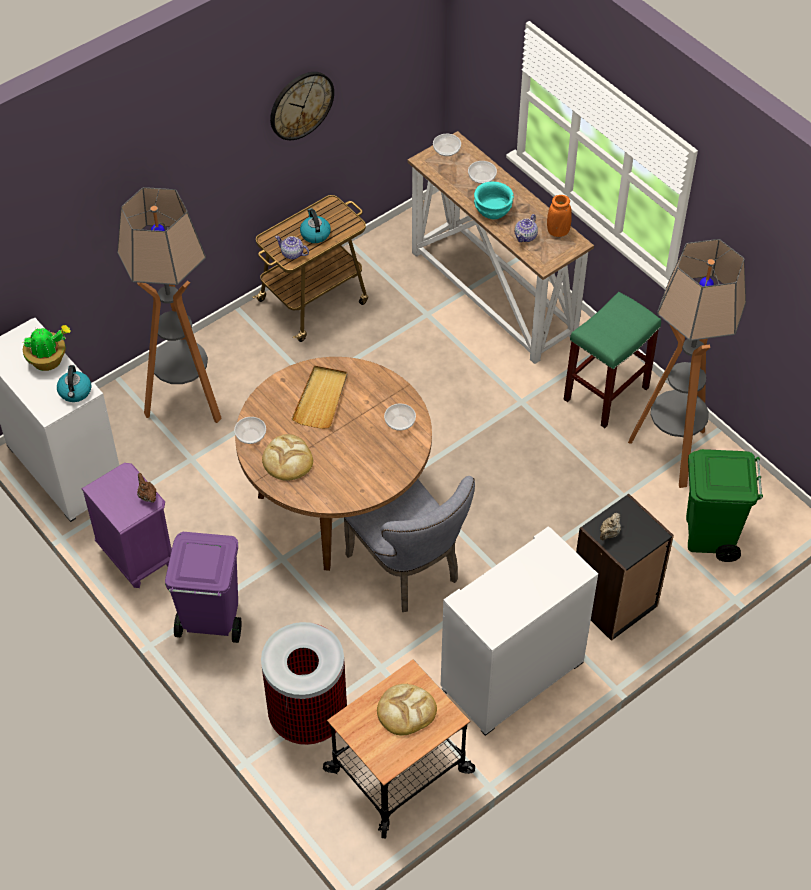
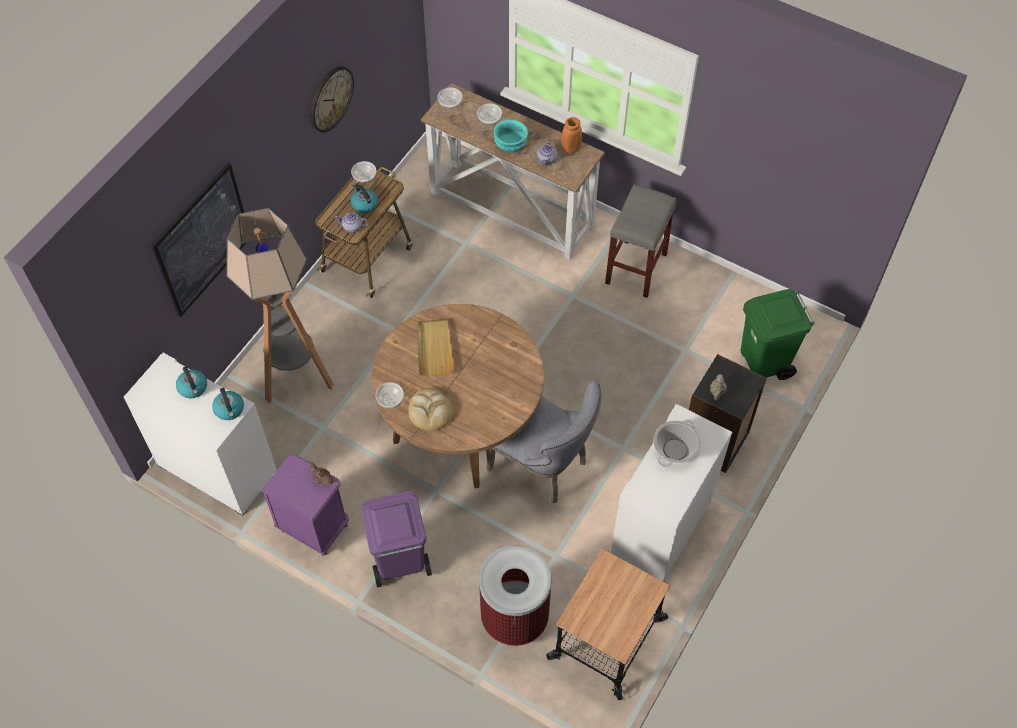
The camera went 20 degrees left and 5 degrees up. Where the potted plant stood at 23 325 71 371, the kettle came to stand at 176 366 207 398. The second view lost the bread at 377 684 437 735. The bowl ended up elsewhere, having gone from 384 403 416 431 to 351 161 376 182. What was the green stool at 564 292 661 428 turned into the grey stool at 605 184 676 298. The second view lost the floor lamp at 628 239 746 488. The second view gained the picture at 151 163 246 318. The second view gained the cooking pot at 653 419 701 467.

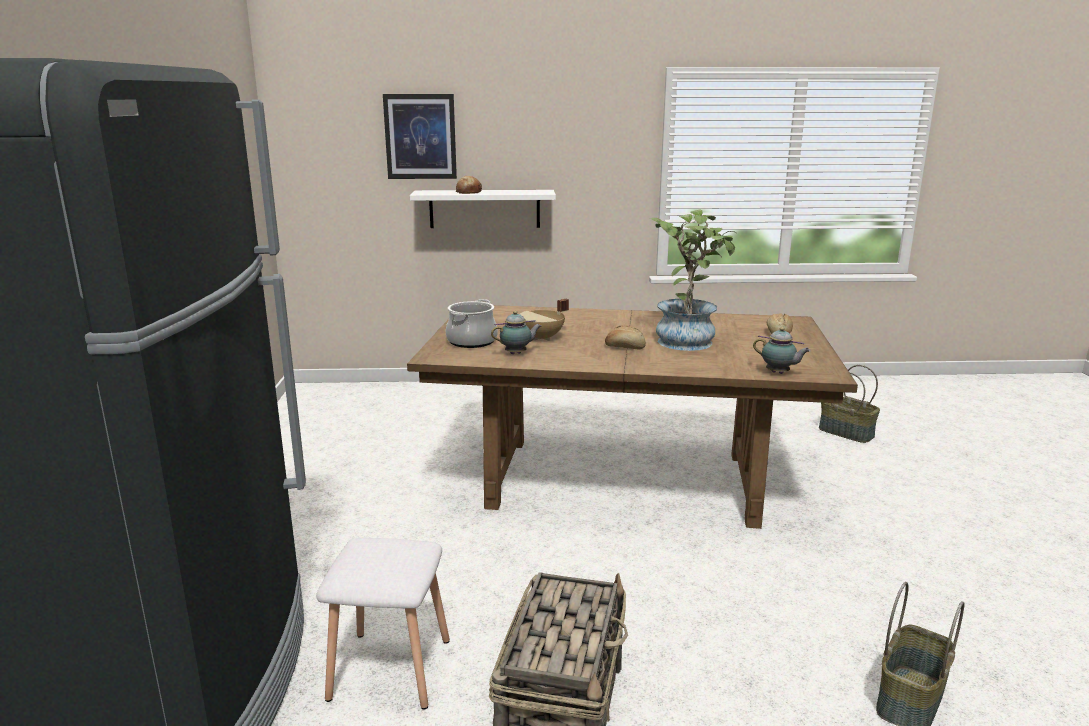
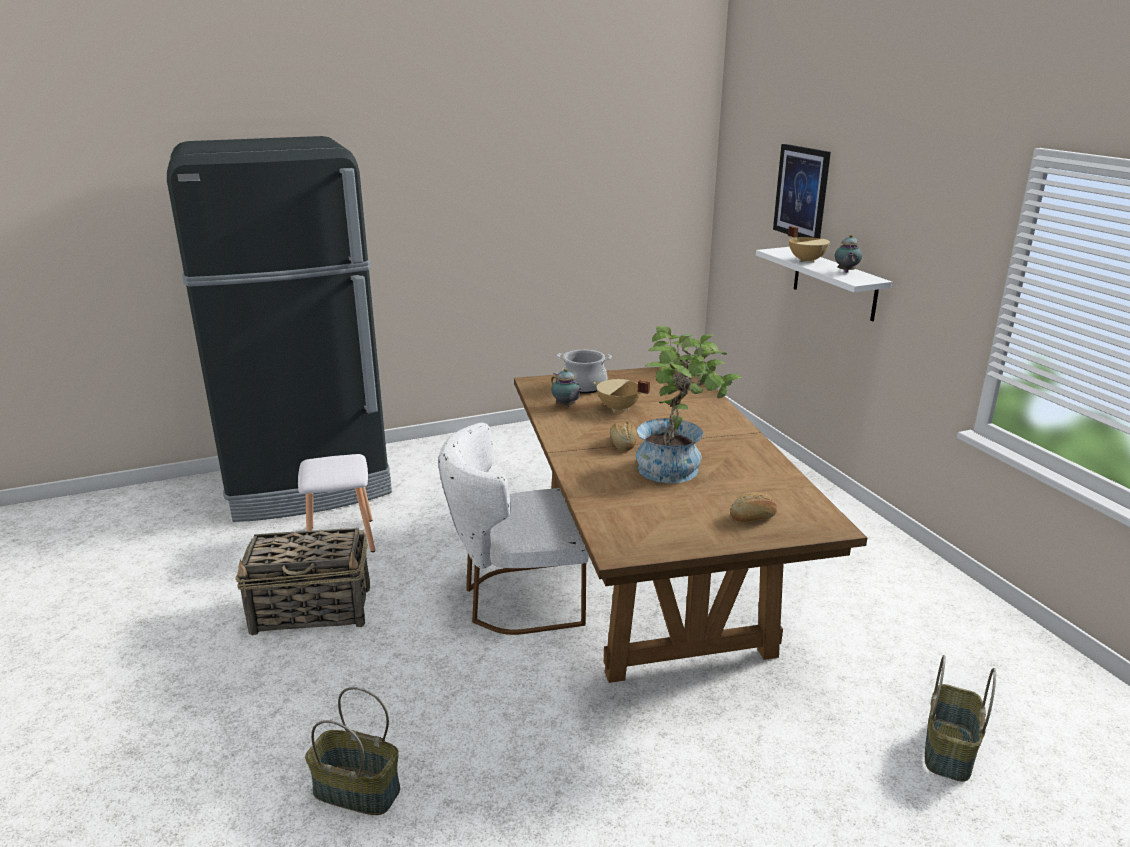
The camera went 70 degrees right and 5 degrees up. Where the bread stood at 456 176 482 194, the beige cooking pot came to stand at 788 226 830 263. The teapot ended up elsewhere, having gone from 753 327 811 374 to 835 235 862 273. The second view gained the white chair at 438 423 589 635.

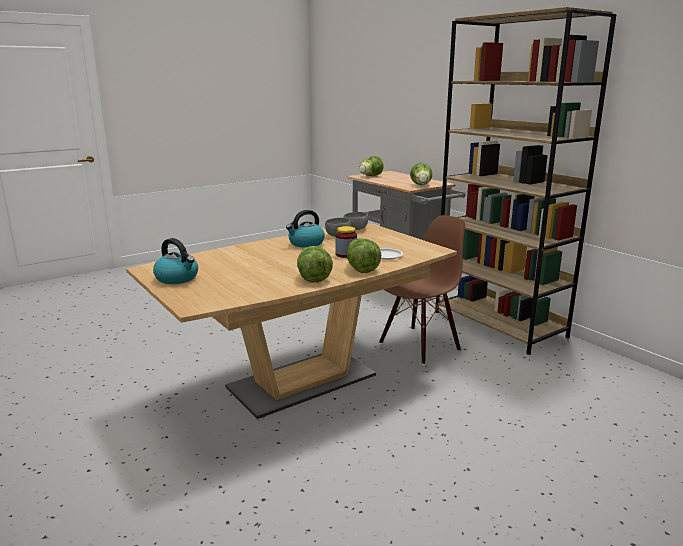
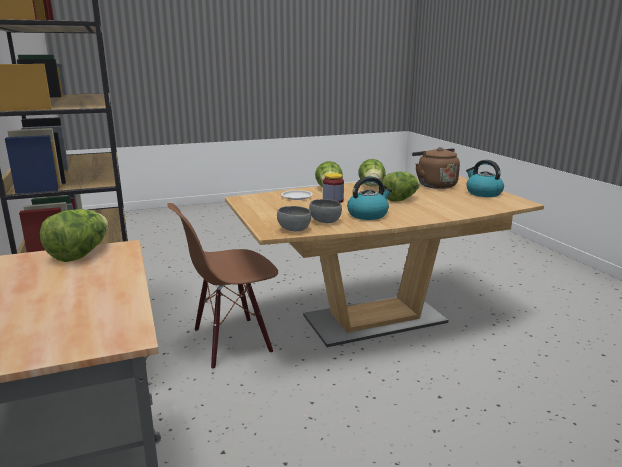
The camera went 165 degrees left and 0 degrees up. The lettuce ended up elsewhere, having gone from 359 156 384 176 to 382 171 420 202. The second view gained the brown kettle at 412 147 460 189.

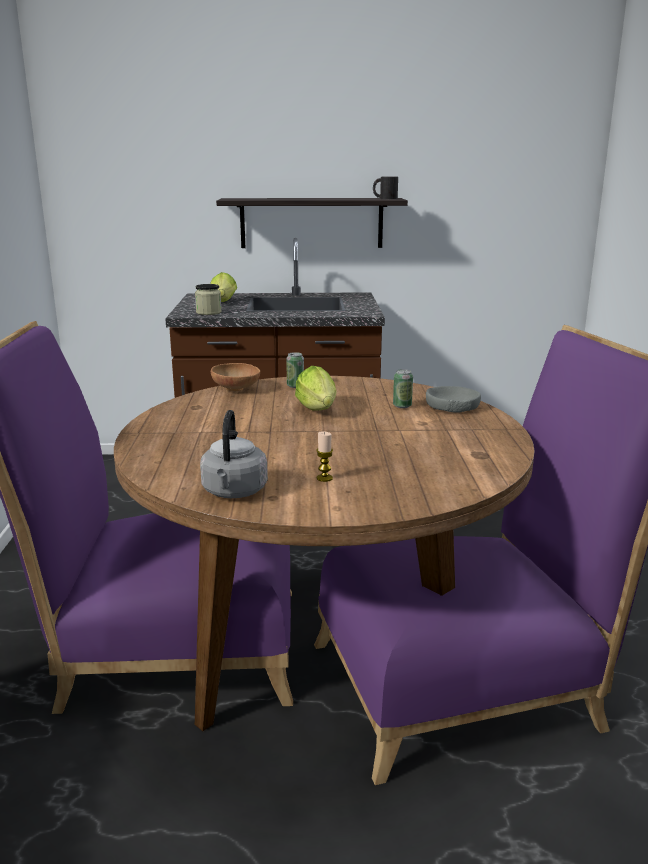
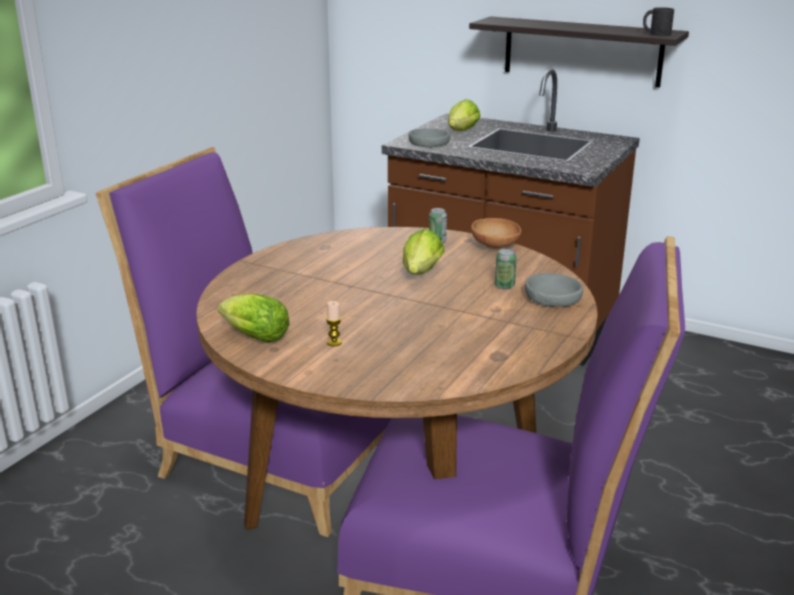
The camera went 30 degrees right and 5 degrees up. Where the jar stood at 195 284 222 315, the grey bowl came to stand at 409 129 450 148. Where the grey kettle stood at 200 410 268 498, the lettuce came to stand at 218 293 289 343. The brown bowl ended up elsewhere, having gone from 211 363 260 391 to 471 218 521 249.

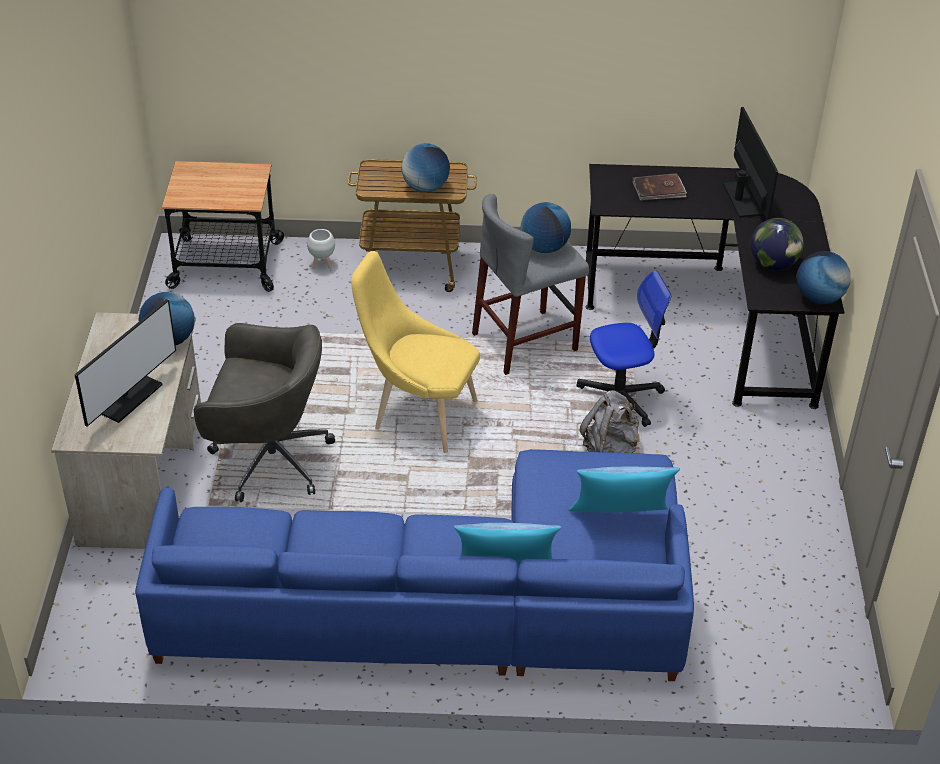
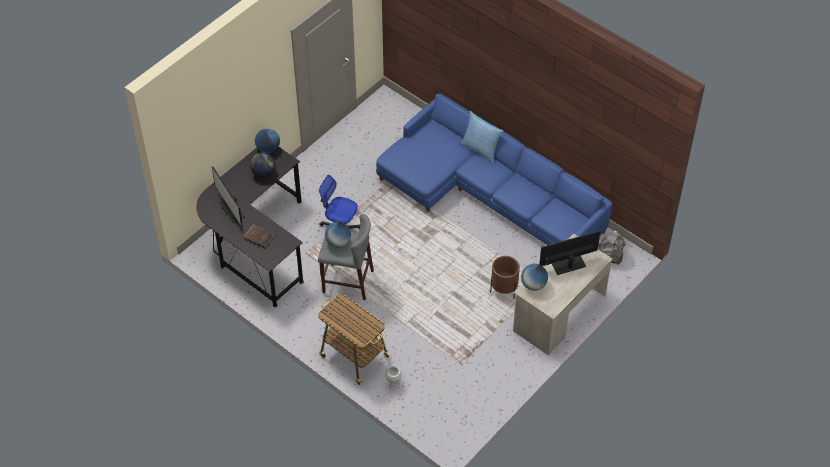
The camera went 140 degrees left and 10 degrees up. The second view lost the cart at 162 161 284 292. Where the grey office chair stood at 194 323 335 502, the brown planter came to stand at 490 256 520 299. The second view lost the yellow chair at 351 251 480 453. The second view lost the globe at 401 143 450 192. The second view lost the pillow at 568 467 680 512. The grey backpack ended up elsewhere, having gone from 580 390 639 453 to 598 231 625 265. The monitor at 723 107 778 220 ended up facing another way, 60 degrees counterclockwise from before.

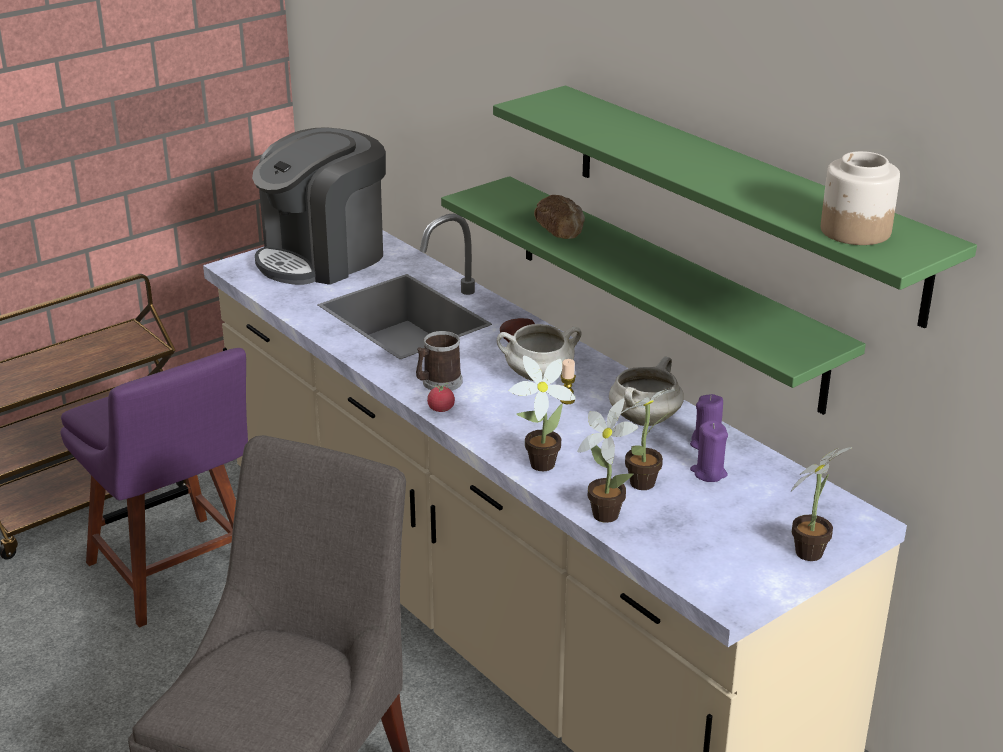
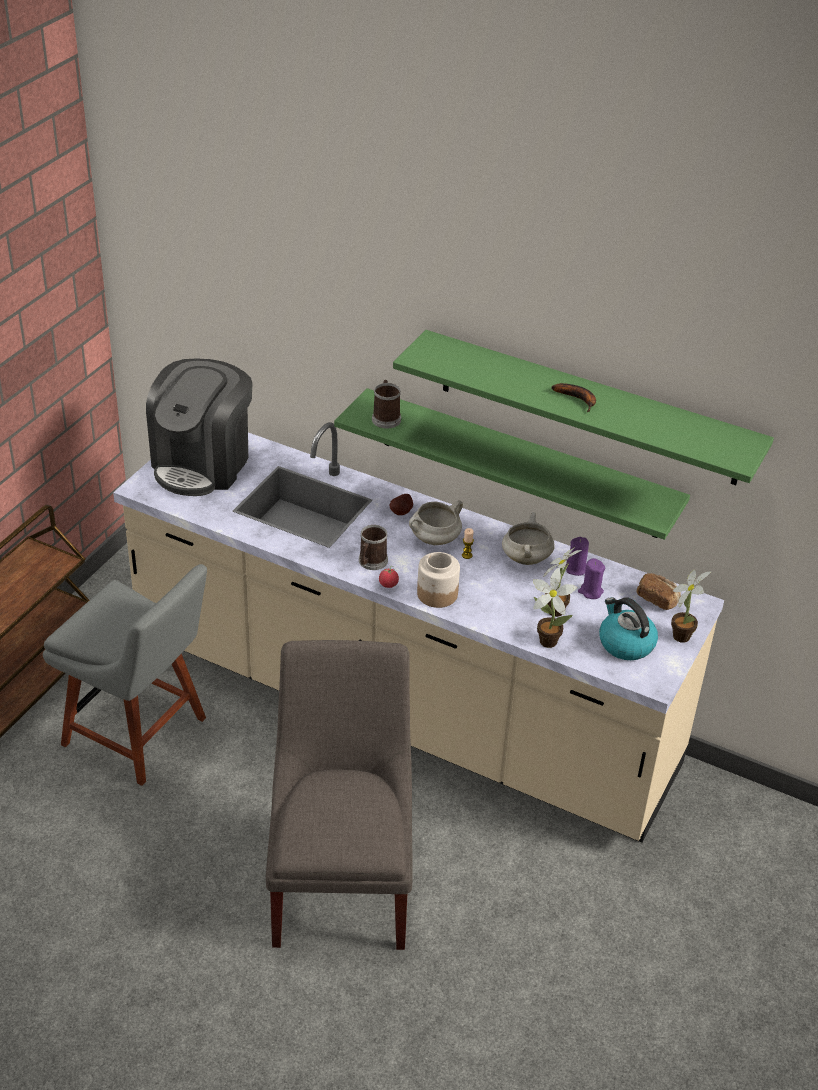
The camera went 25 degrees left and 10 degrees up. What was the purple chair at 61 348 248 628 turned into the grey chair at 43 564 207 786. The second view lost the potted plant at 509 355 576 471. The bread ended up elsewhere, having gone from 534 195 585 239 to 637 573 681 610. The jar ended up elsewhere, having gone from 821 151 900 245 to 417 552 460 608. The second view gained the mug at 372 380 401 428. The second view gained the banana at 551 383 596 412. The second view gained the kettle at 599 597 658 660.

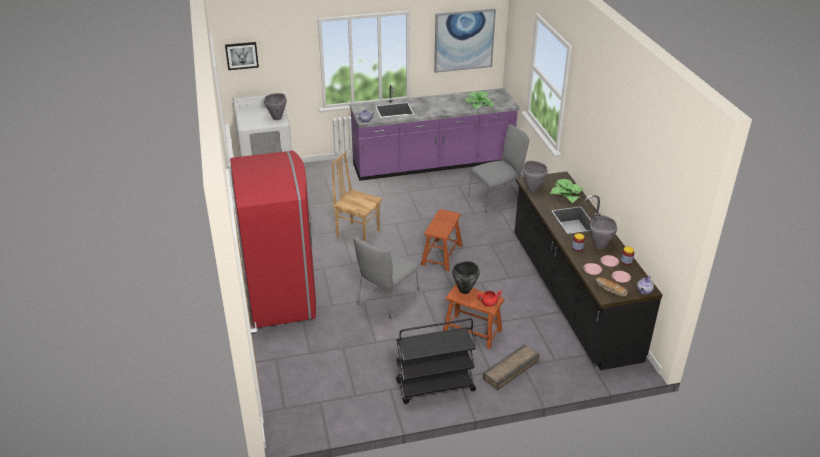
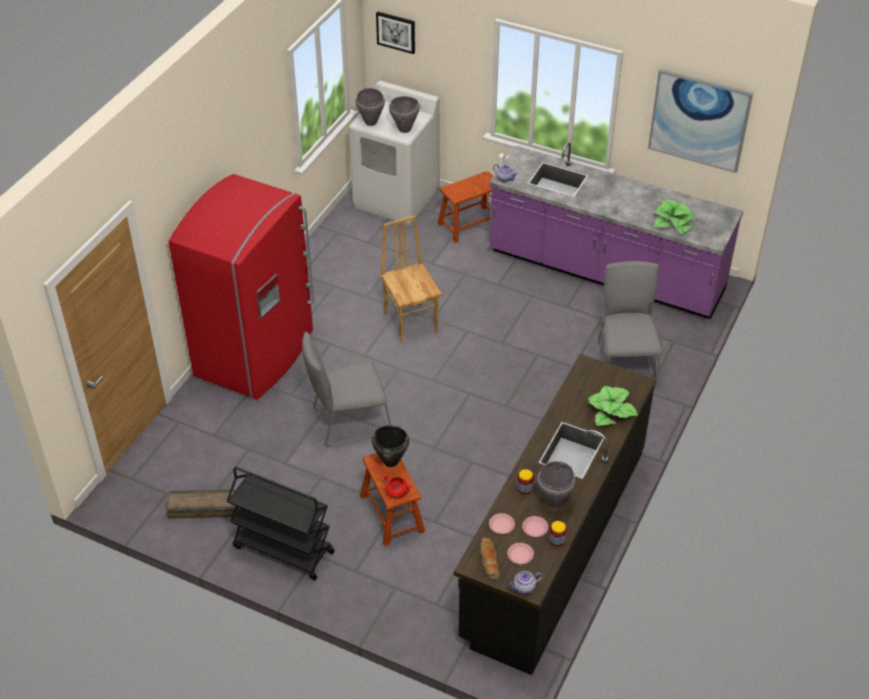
The camera went 40 degrees right and 10 degrees up. The brown stool ended up elsewhere, having gone from 421 209 462 271 to 438 171 493 243. The grey chair at 468 125 529 213 ended up facing another way, 105 degrees counterclockwise from before. The crate ended up elsewhere, having gone from 483 344 540 390 to 167 489 240 519. The grey cooking pot ended up elsewhere, having gone from 522 161 548 191 to 356 88 385 126.

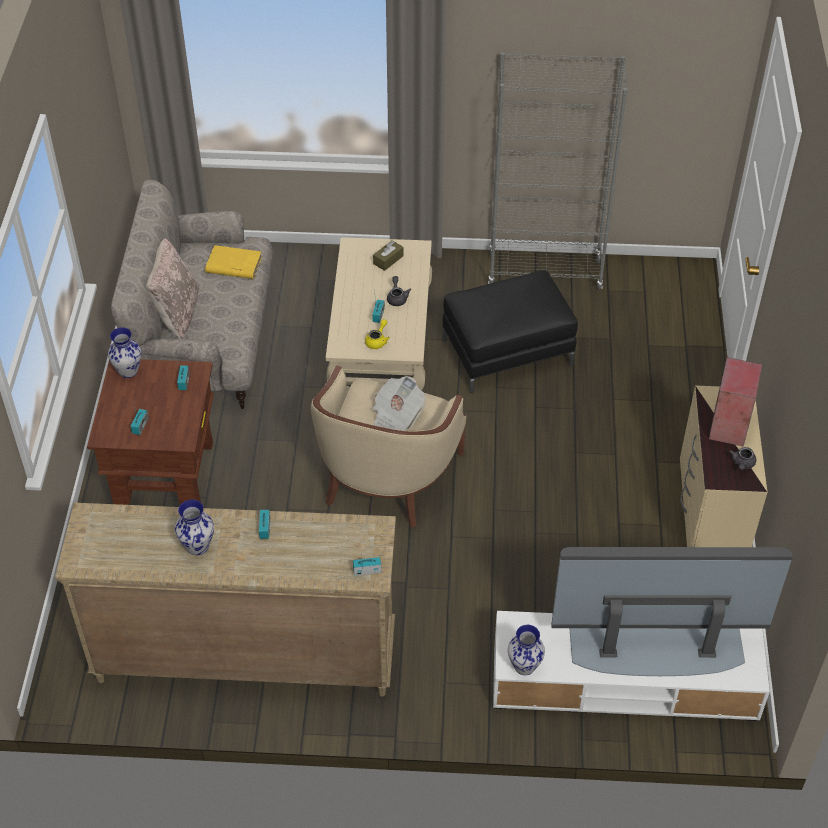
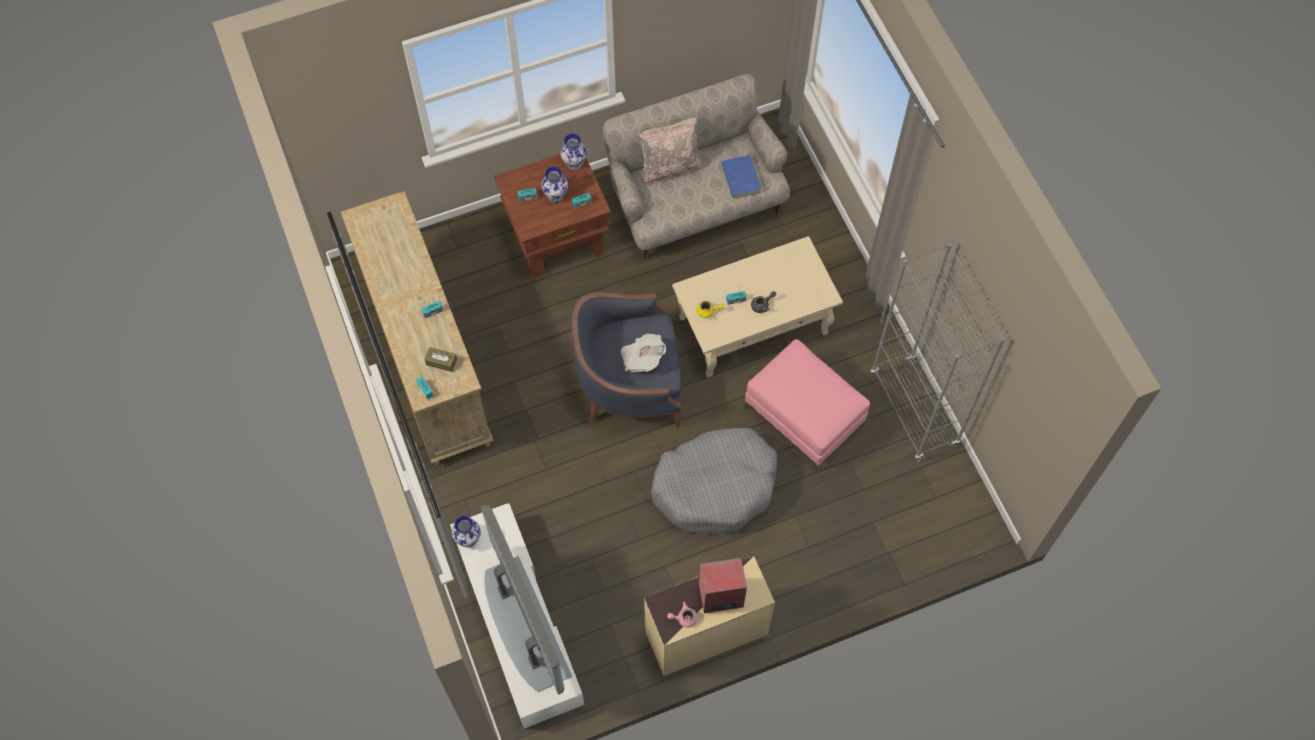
The camera went 65 degrees right and 15 degrees up. The vase ended up elsewhere, having gone from 175 500 214 555 to 541 166 568 203. What was the yellow book at 205 245 262 279 turned into the blue book at 722 155 762 199. What was the beige armchair at 311 366 466 528 turned into the blue armchair at 571 292 682 427. The brown tissue box ended up elsewhere, having gone from 373 240 404 271 to 424 347 457 372. What was the black ottoman at 442 270 578 393 turned into the pink ottoman at 744 339 870 472. What was the grey teapot at 729 447 756 471 turned into the pink teapot at 667 602 698 628. The second view gained the grey dog bed at 651 428 777 533.

